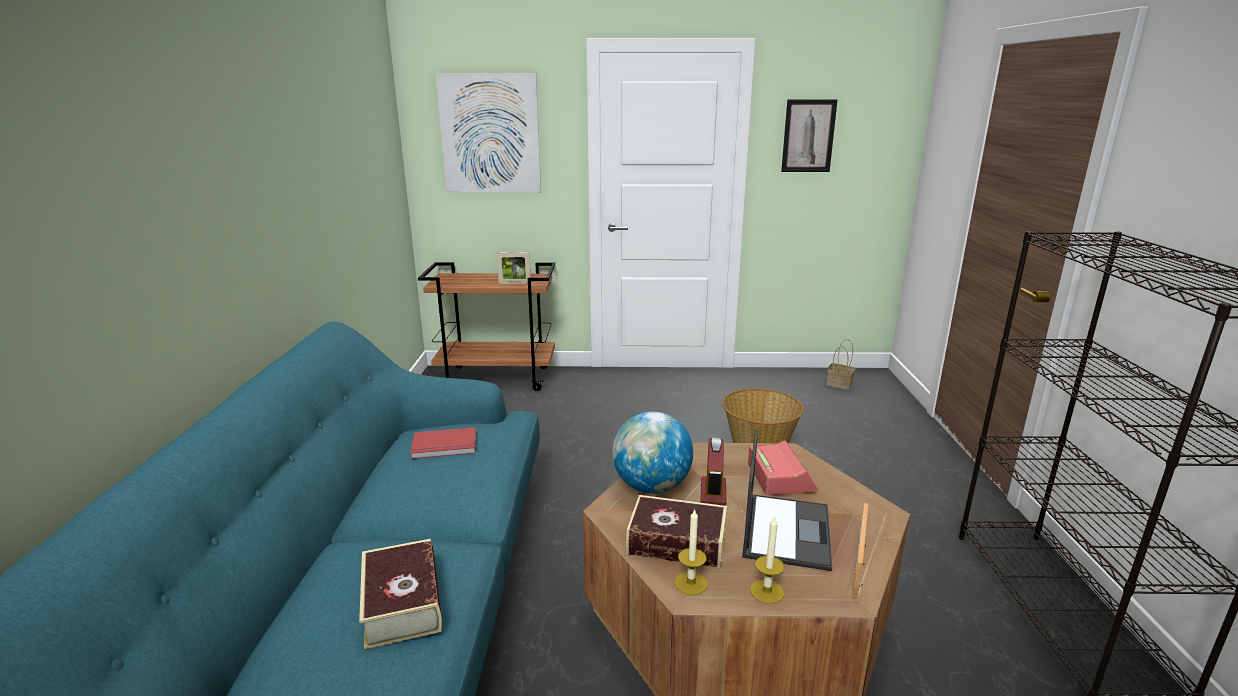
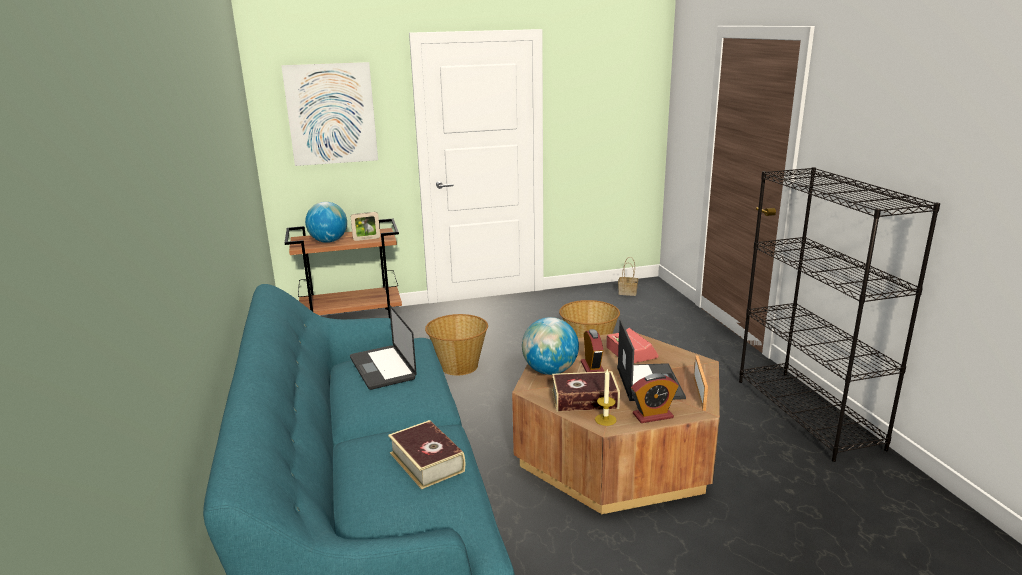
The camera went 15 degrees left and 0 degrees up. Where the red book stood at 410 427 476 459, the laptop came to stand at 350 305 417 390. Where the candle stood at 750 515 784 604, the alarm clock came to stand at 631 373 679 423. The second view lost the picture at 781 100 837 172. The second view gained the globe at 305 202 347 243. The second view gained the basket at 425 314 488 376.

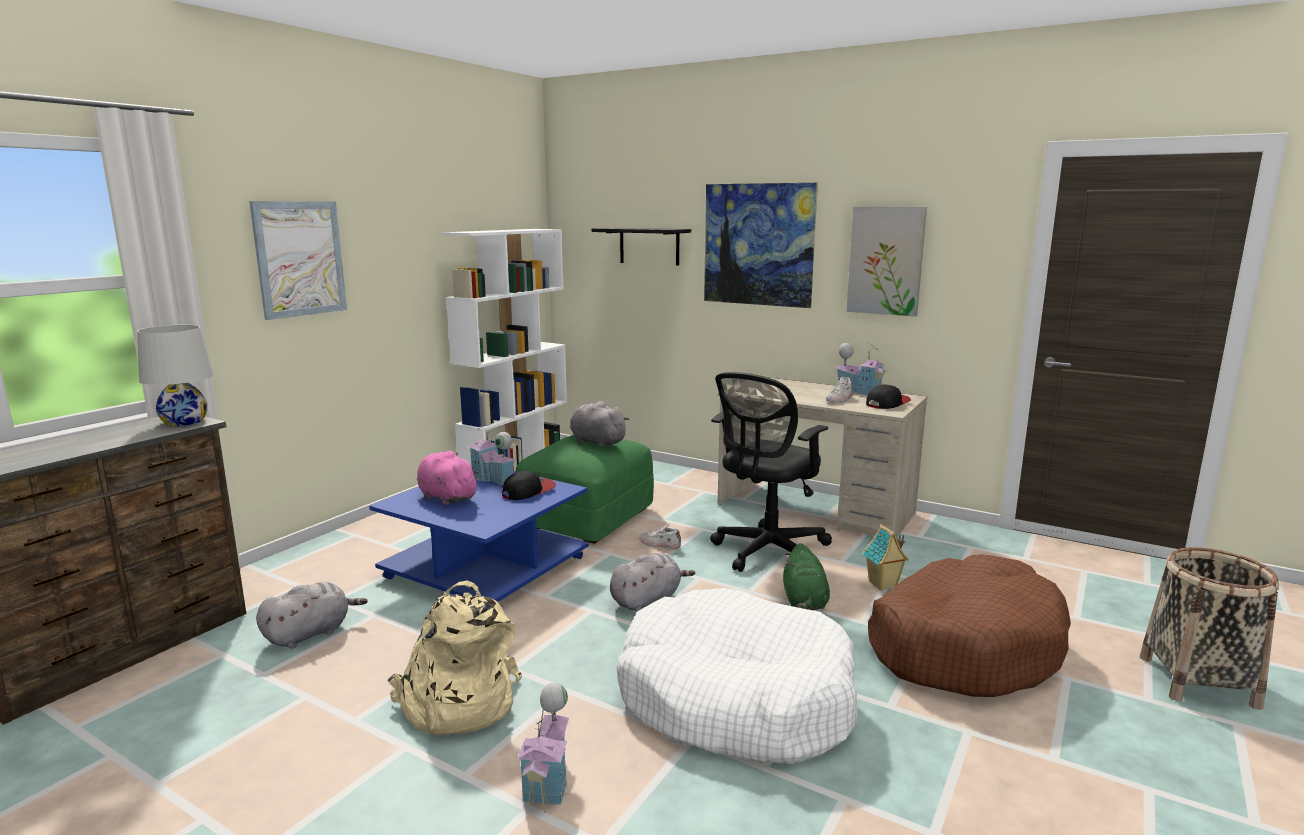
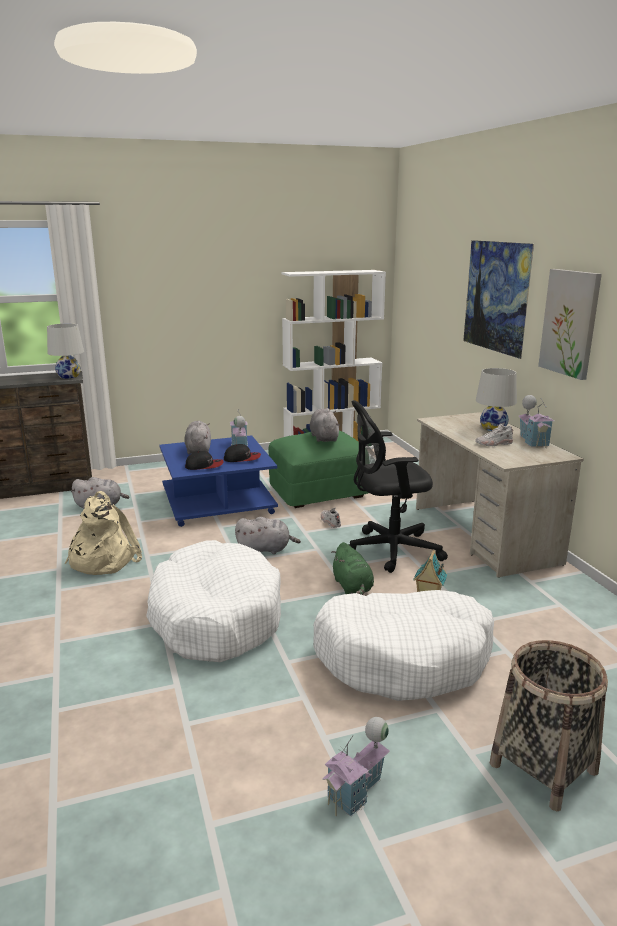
The camera went 40 degrees right and 5 degrees up. The second view lost the picture at 249 201 347 320. What was the pink plush toy at 417 450 480 505 turned into the grey plush toy at 184 421 211 454. The toy house ended up elsewhere, having gone from 518 683 569 813 to 322 717 390 817. The second view lost the black shelf at 592 228 691 266. The green plush toy at 783 543 830 610 ended up facing another way, 60 degrees counterclockwise from before. The cap ended up elsewhere, having gone from 866 384 911 409 to 185 451 224 470. What was the brown dog bed at 868 554 1071 697 turned into the white dog bed at 313 590 494 701. The second view gained the white table lamp at 476 368 517 431.

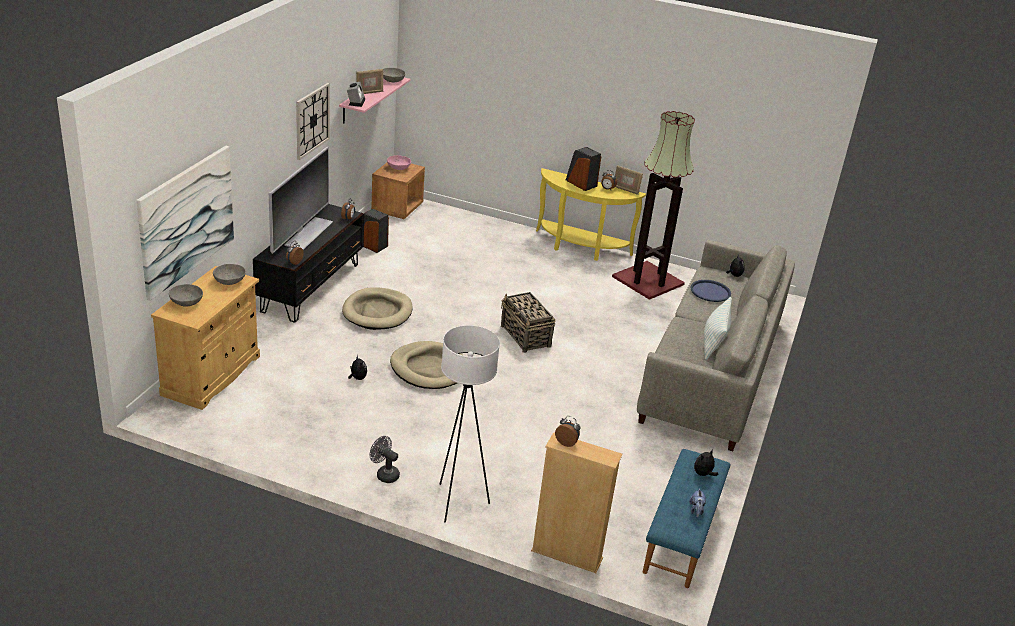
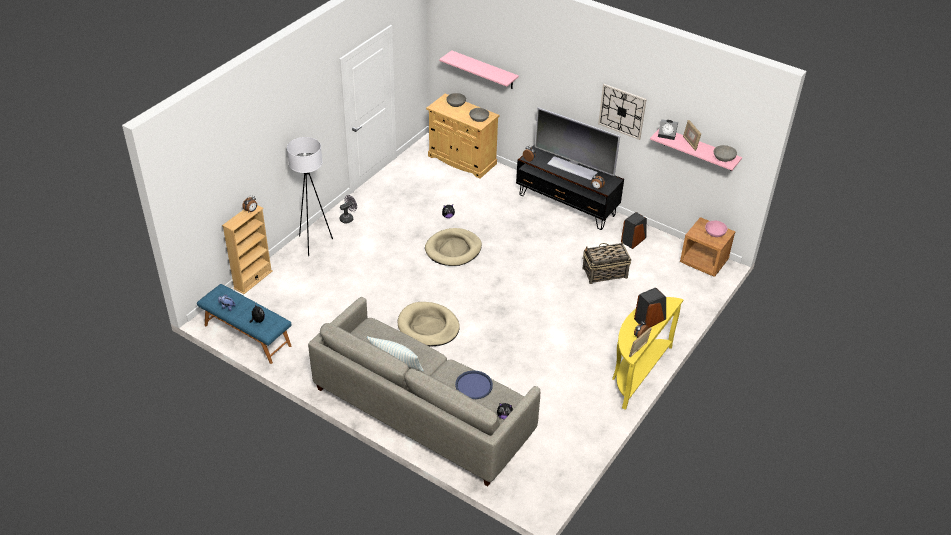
The camera went 105 degrees right and 10 degrees up. Where the picture hung at 136 146 234 301, the pink shelf came to hang at 439 50 519 89. The beige dog bed ended up elsewhere, having gone from 342 287 413 330 to 398 302 460 346. The basket ended up elsewhere, having gone from 501 292 556 353 to 582 241 631 284. The second view lost the floor lamp at 612 111 695 300.

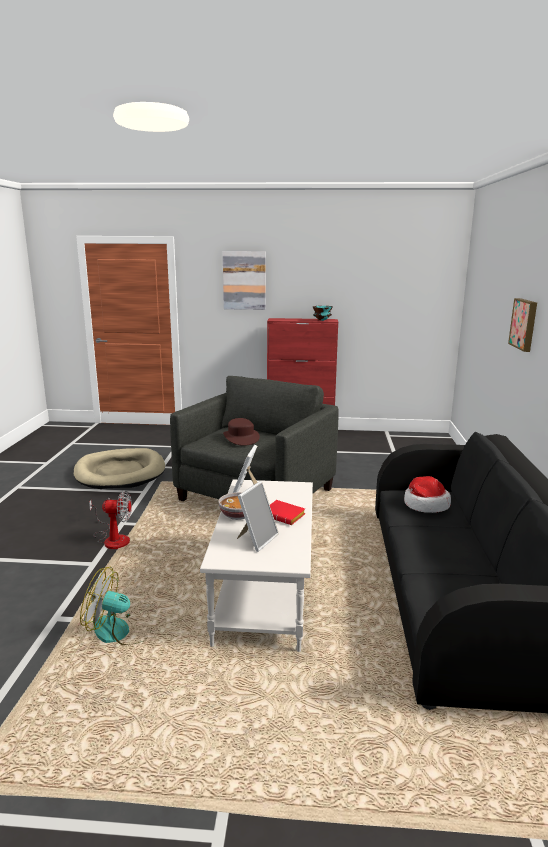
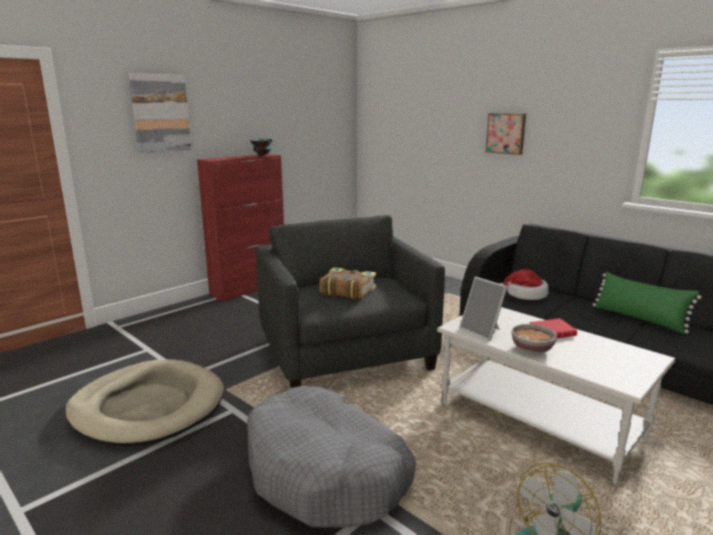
The camera went 50 degrees left and 0 degrees up. Where the fan stood at 89 491 132 549, the grey dog bed came to stand at 247 386 416 528. Where the brown hat stood at 223 418 260 446, the book came to stand at 320 267 376 300. The second view lost the picture frame at 237 481 279 552. The second view gained the green pillow at 593 272 702 334.

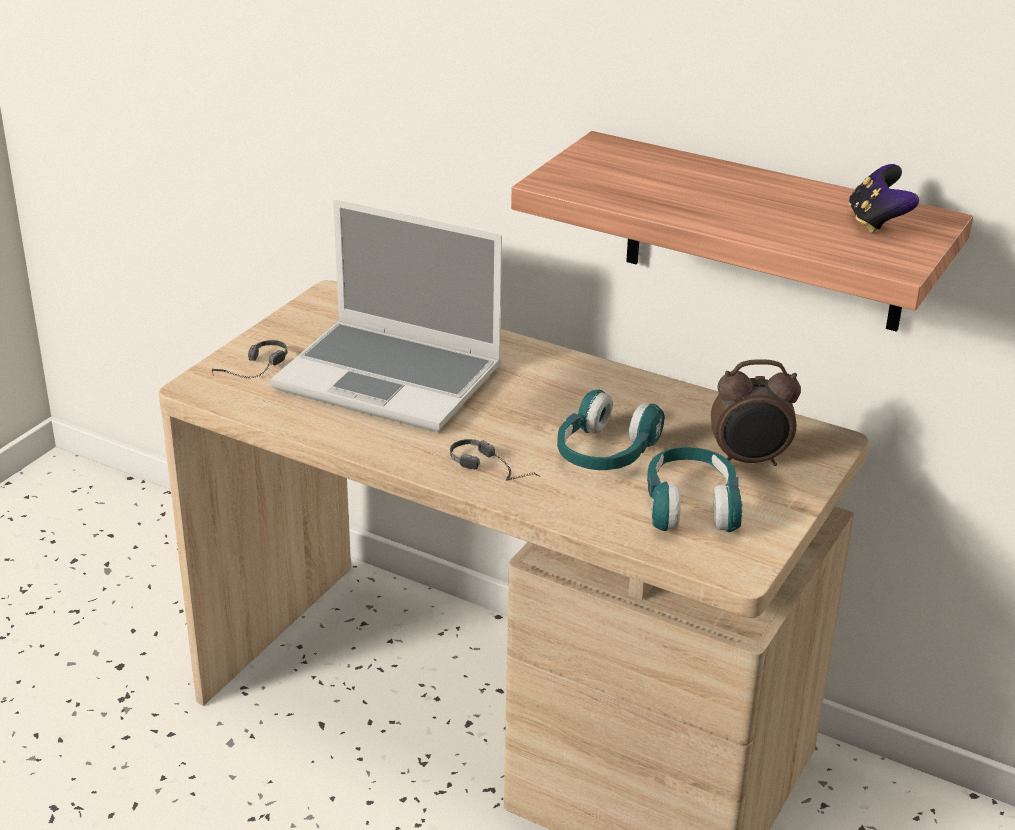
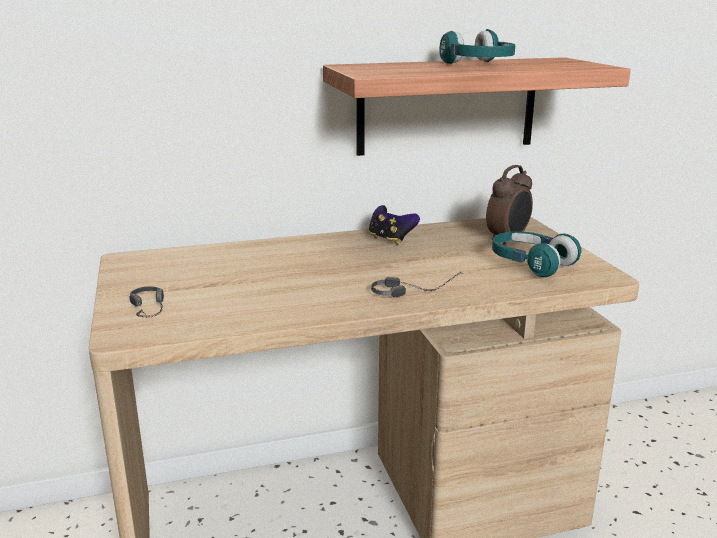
The camera went 45 degrees left and 10 degrees down. The second view lost the laptop at 270 200 502 432. The turquoise headphones ended up elsewhere, having gone from 557 390 665 470 to 439 29 515 64. The game controller ended up elsewhere, having gone from 848 164 919 233 to 369 205 420 245.

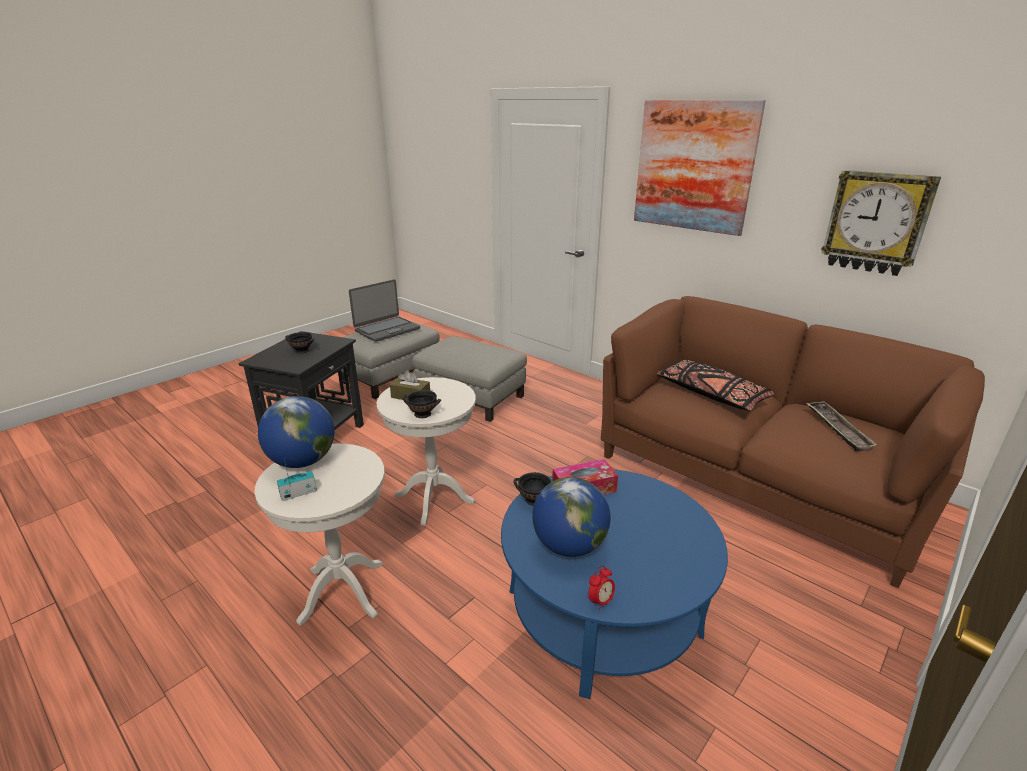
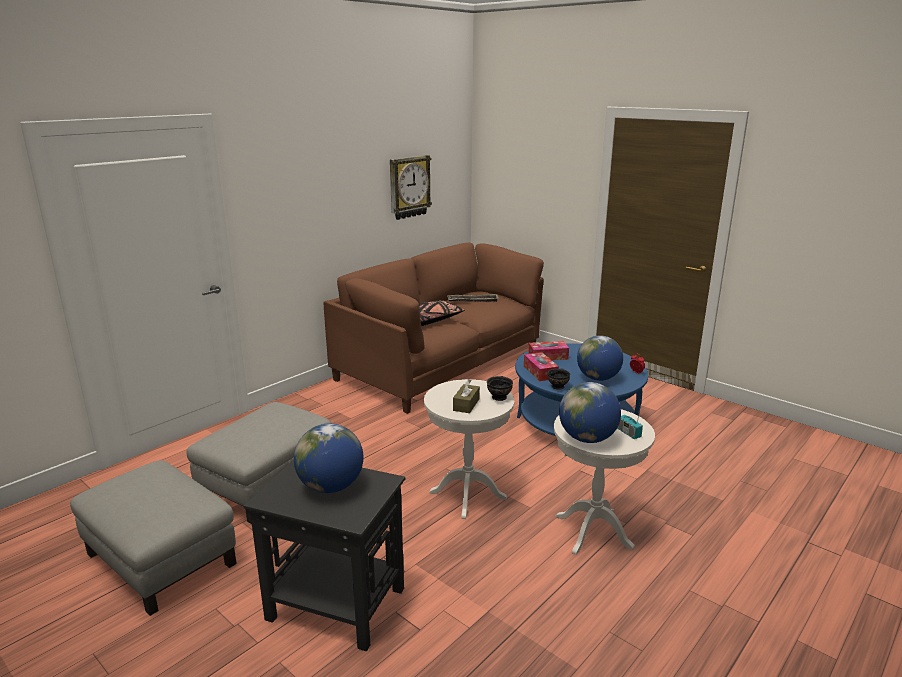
The camera went 90 degrees left and 5 degrees down. Where the black bowl stood at 285 332 314 354, the globe came to stand at 294 423 363 493. The second view lost the laptop at 349 279 420 342. The second view lost the picture at 634 100 766 236. The second view gained the tissue box at 528 341 569 360.

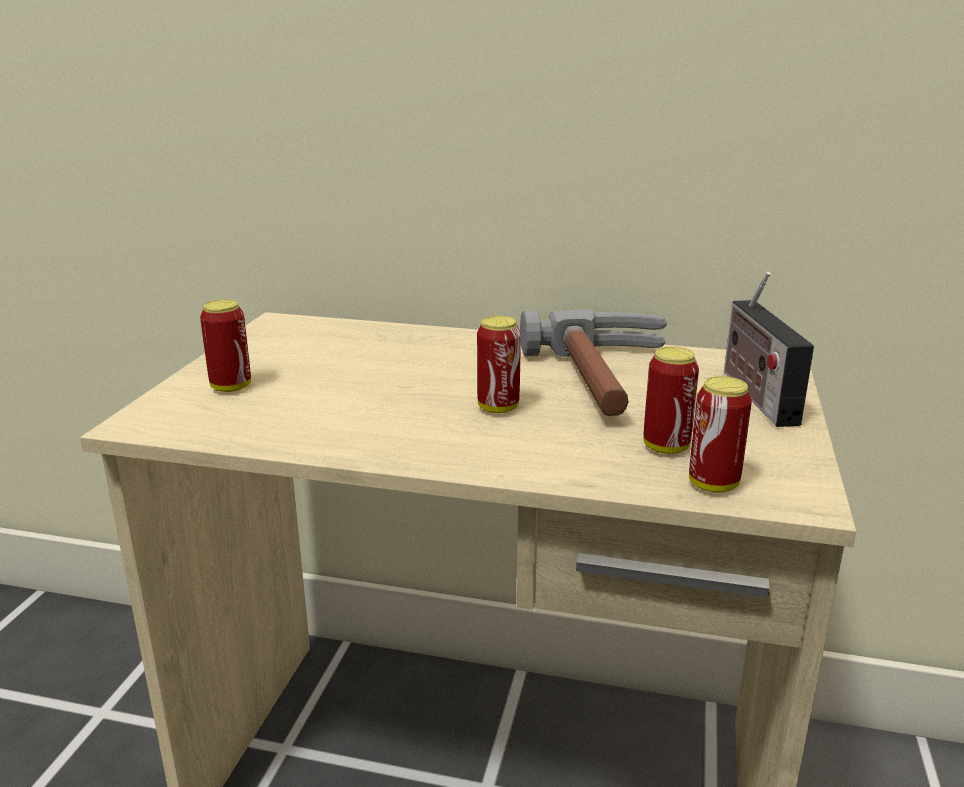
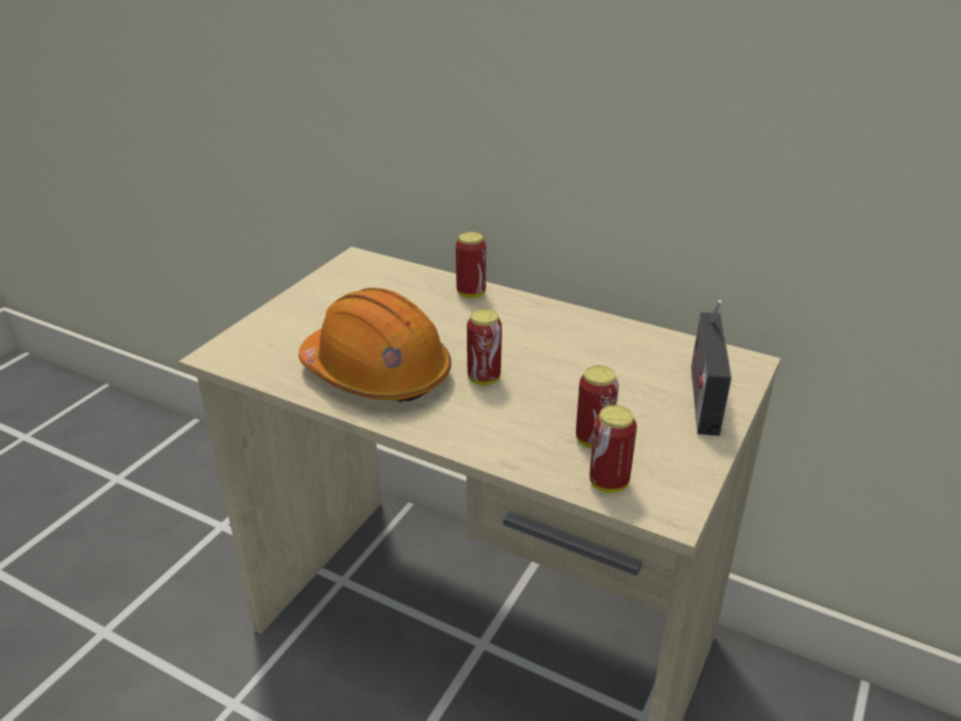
The camera went 15 degrees right and 10 degrees up. The can ended up elsewhere, having gone from 200 299 251 392 to 456 232 486 298. The second view lost the hammer at 520 309 667 416. The second view gained the orange hard hat at 299 288 451 402.

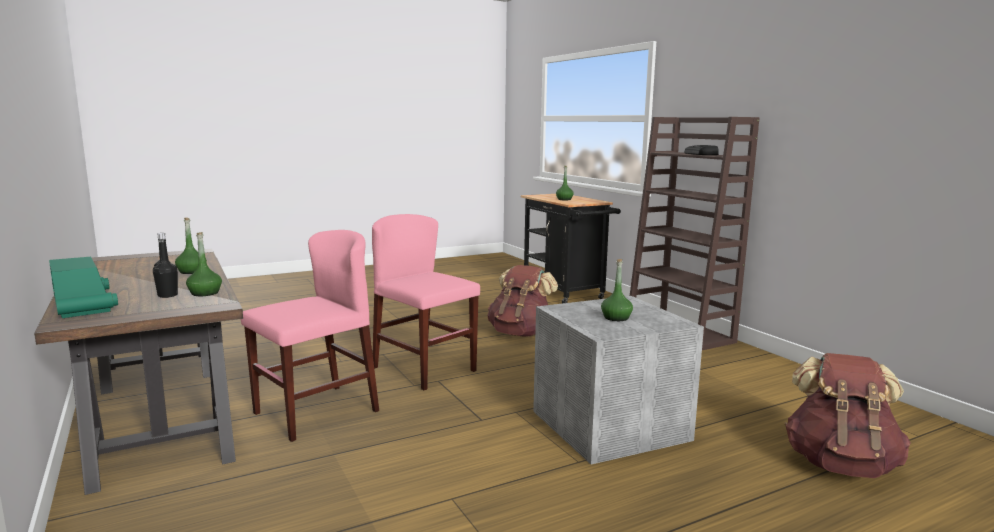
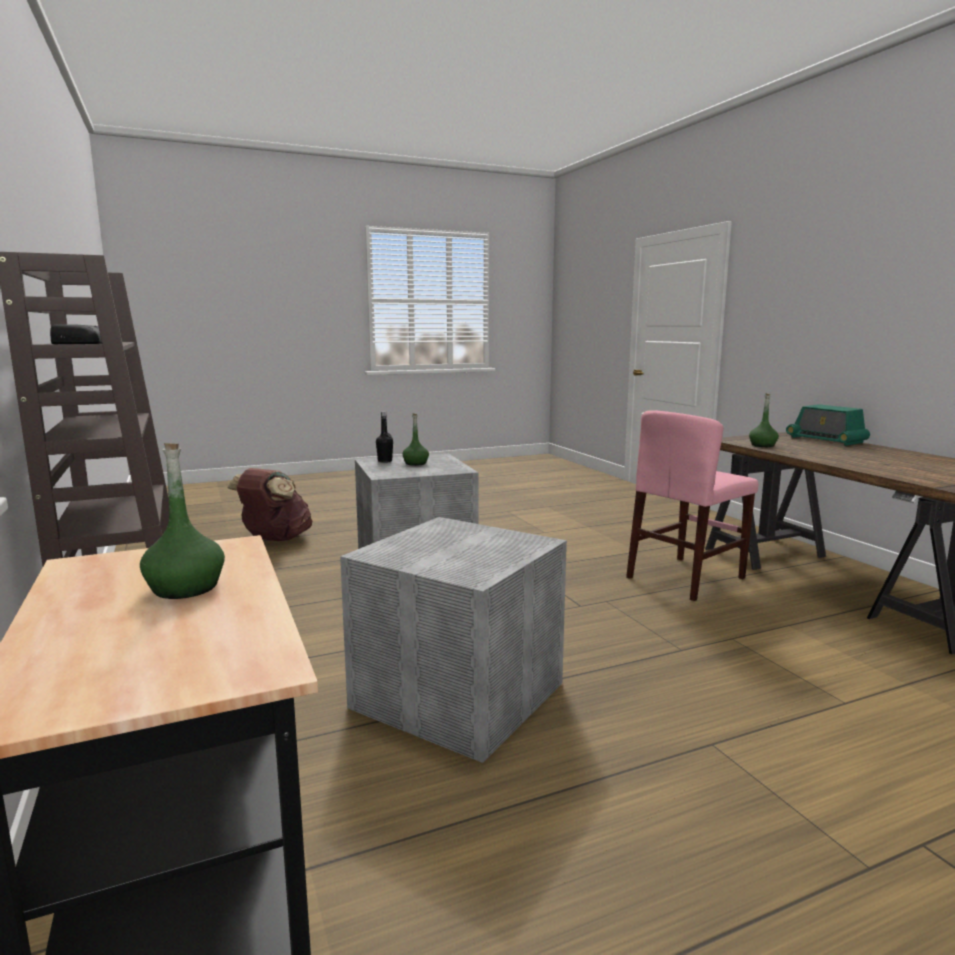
The camera went 175 degrees left and 0 degrees up. The black bottle ended up elsewhere, having gone from 153 233 178 298 to 376 411 393 463. The second view lost the green bottle at 175 218 207 274. The second view lost the pink chair at 372 214 480 390. Where the brown backpack stood at 488 265 558 337, the grey storage box came to stand at 340 517 567 763.

